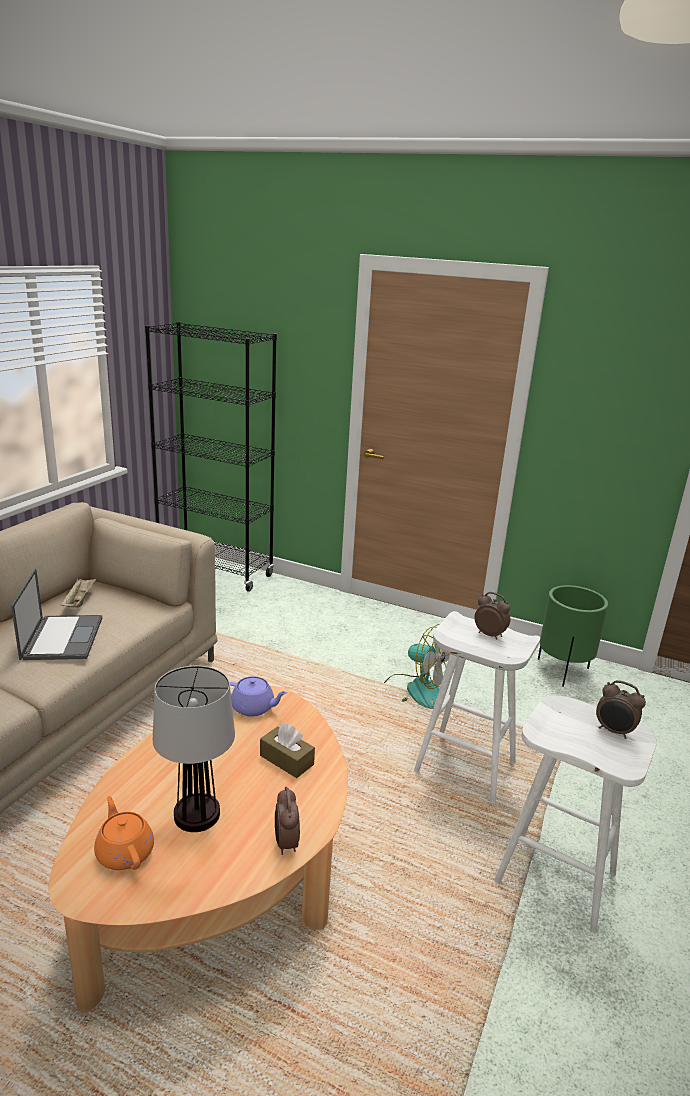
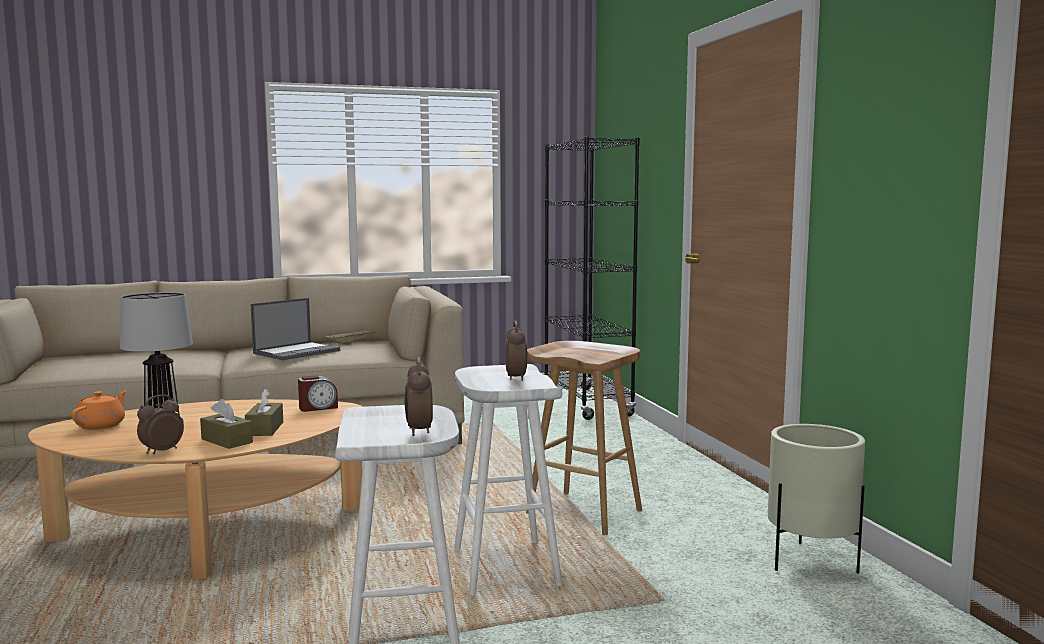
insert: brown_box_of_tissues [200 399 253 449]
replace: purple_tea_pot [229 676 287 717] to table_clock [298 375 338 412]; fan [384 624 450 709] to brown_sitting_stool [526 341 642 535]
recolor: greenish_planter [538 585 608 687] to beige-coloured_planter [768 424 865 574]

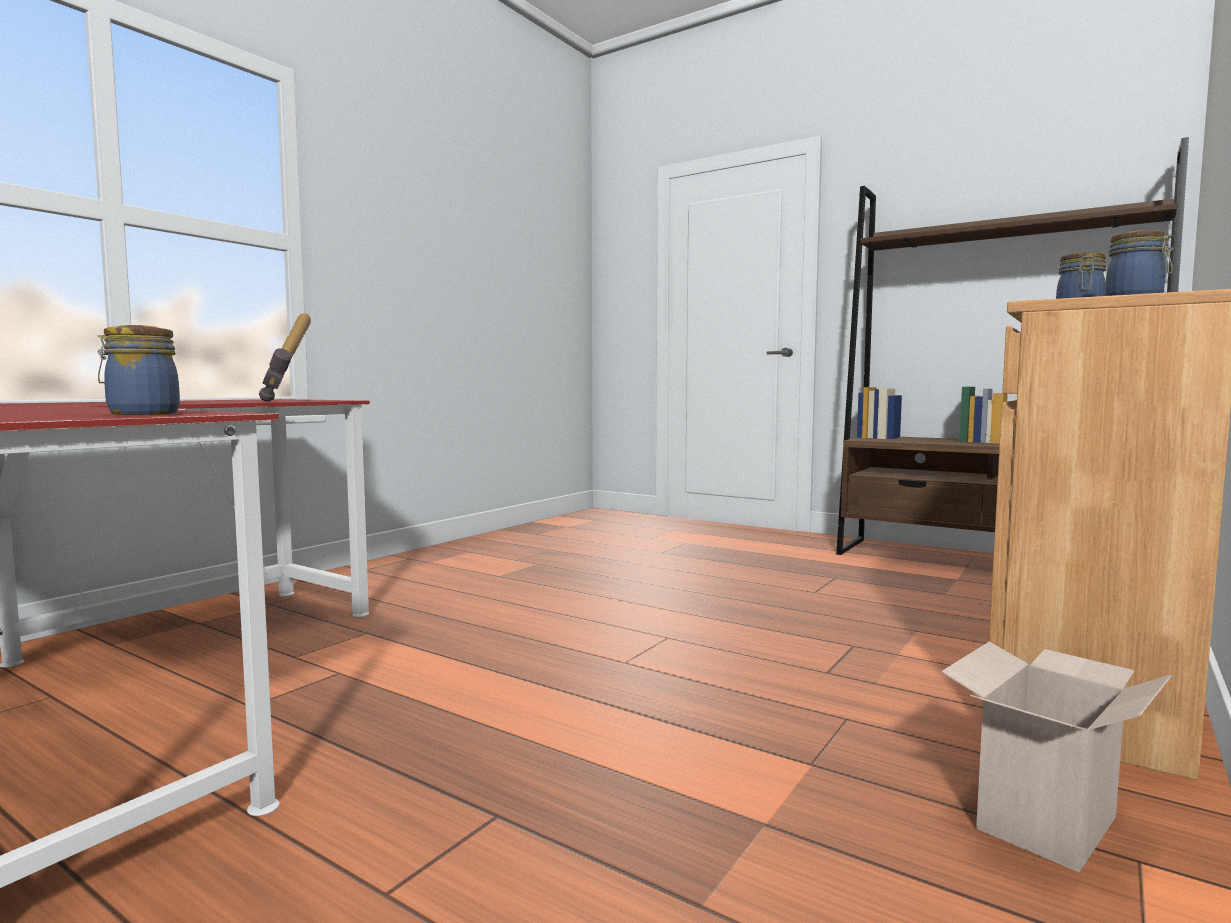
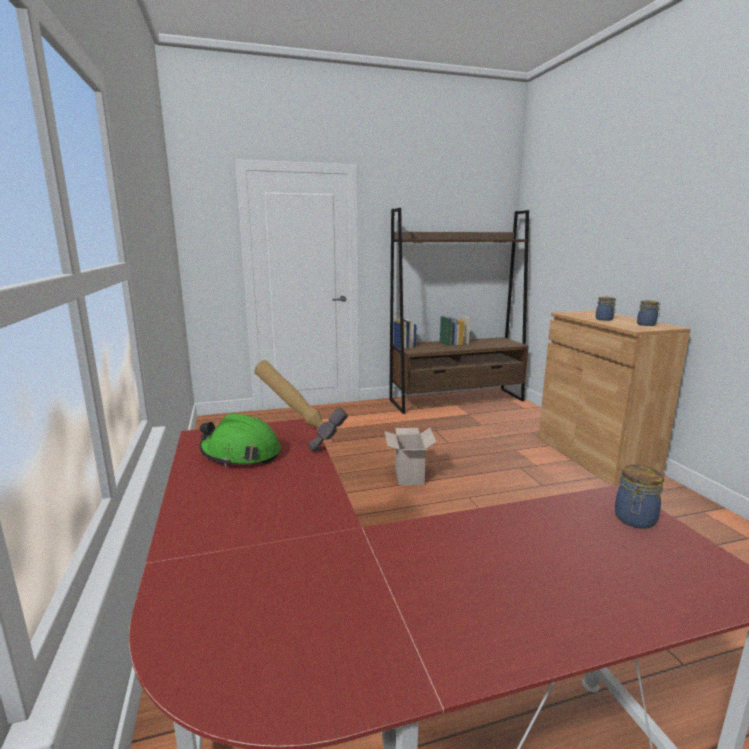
insert: greenish_safety_helmet [199 414 281 466]
move: cardboard_box [941 642 1172 872] to [385 428 436 485]

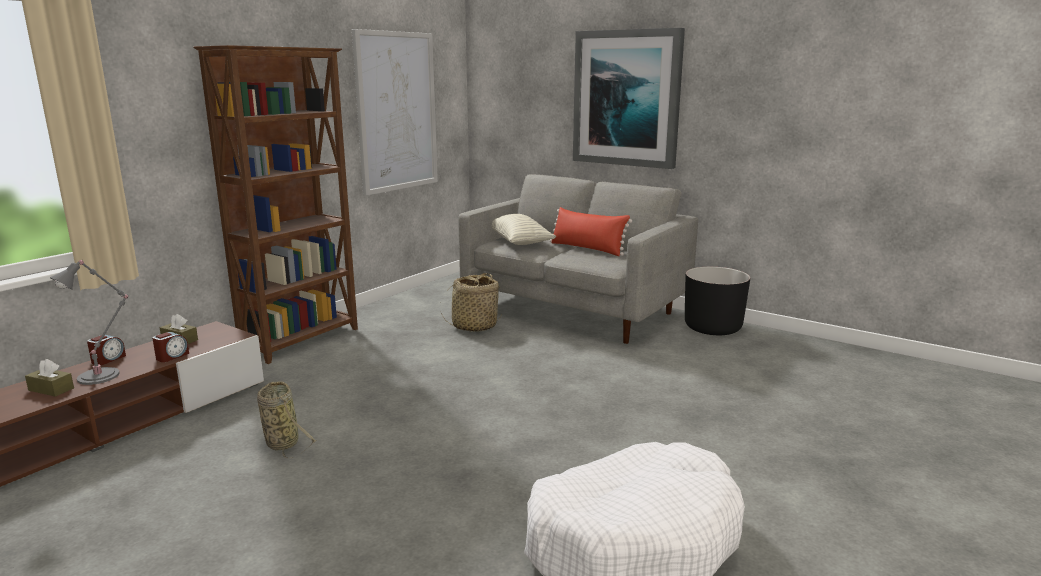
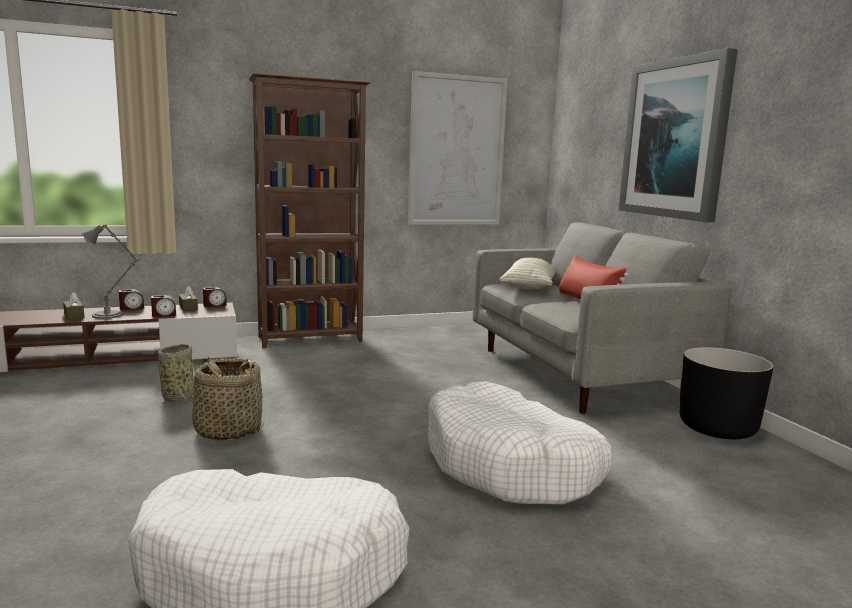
insert: table_clock [203 287 227 307]; whitish_pet_bed [428 381 612 505]
move: basket [440 273 503 332] to [188 357 264 440]

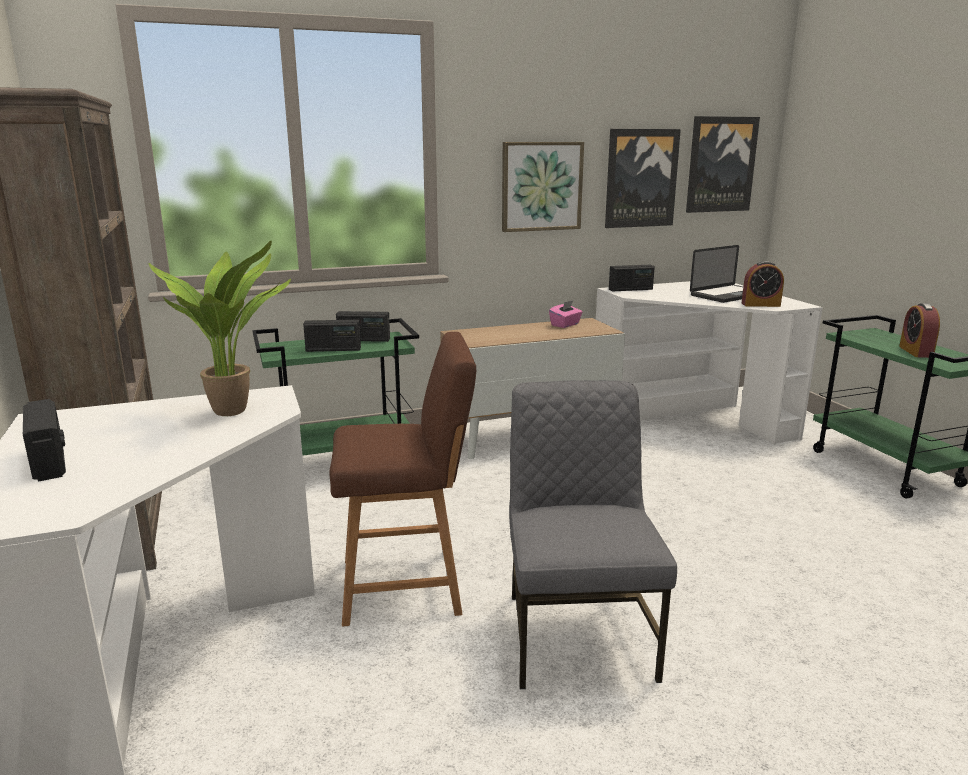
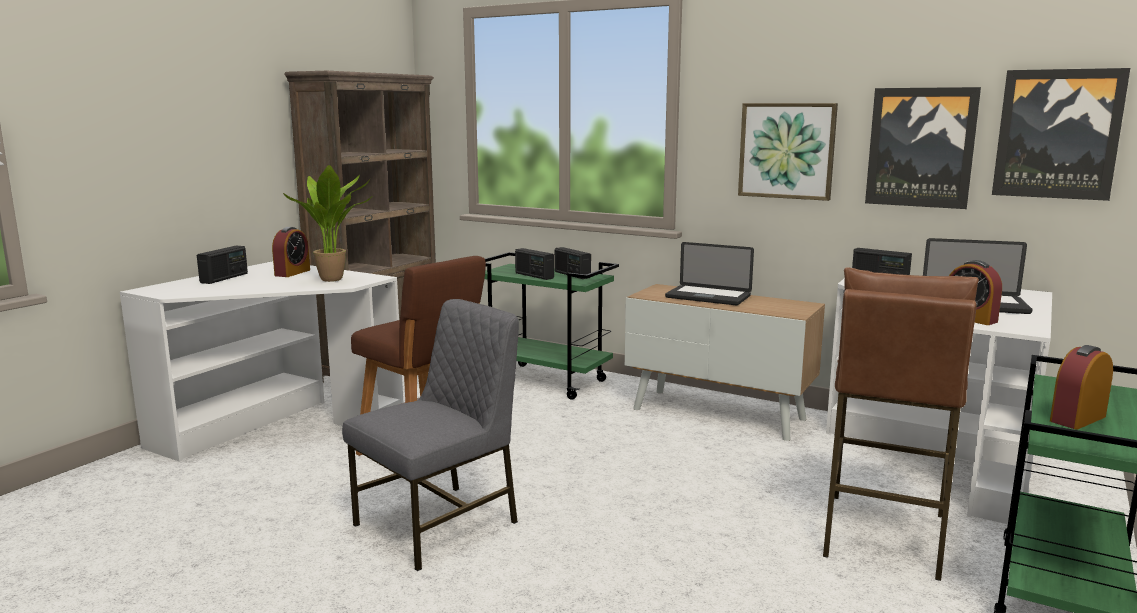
delete: pink_box_of_tissues [549 301 583 328]
insert: table_clock [272 227 310 277]; notebook_computer [665 242 754 305]; brown_sitting_stool [823 267 979 581]

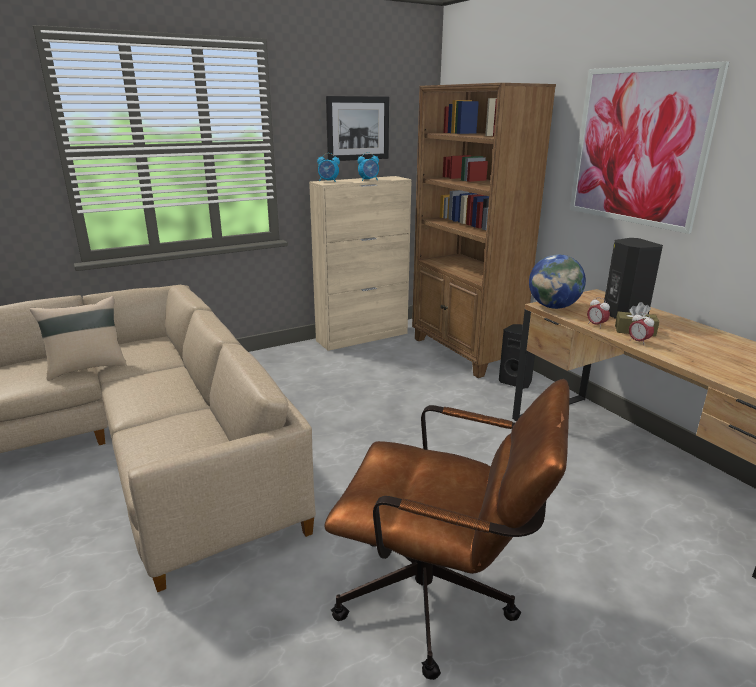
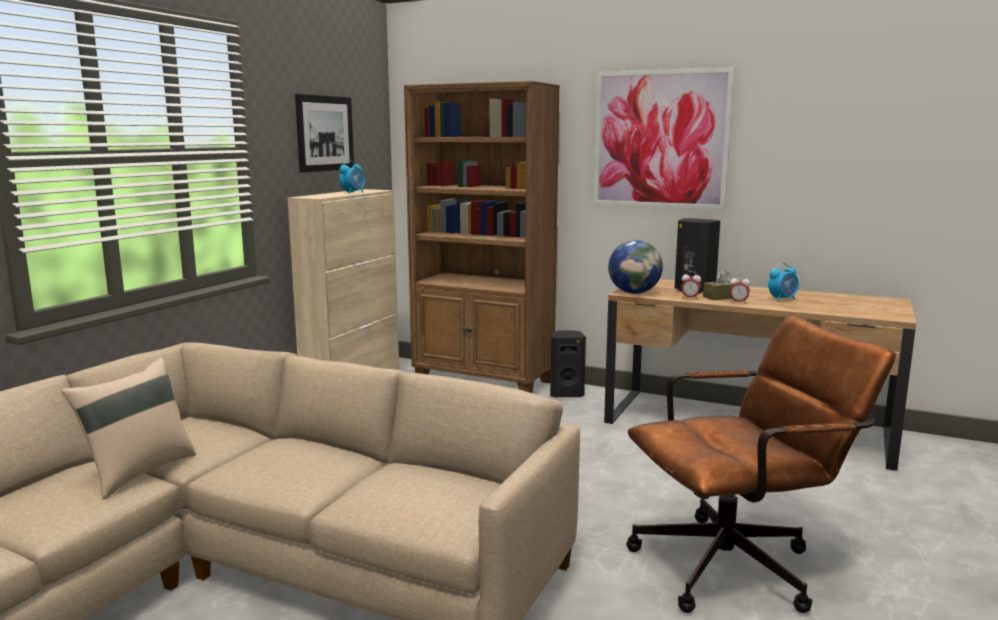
move: table_clock [317 153 340 182] to [768 262 799 301]

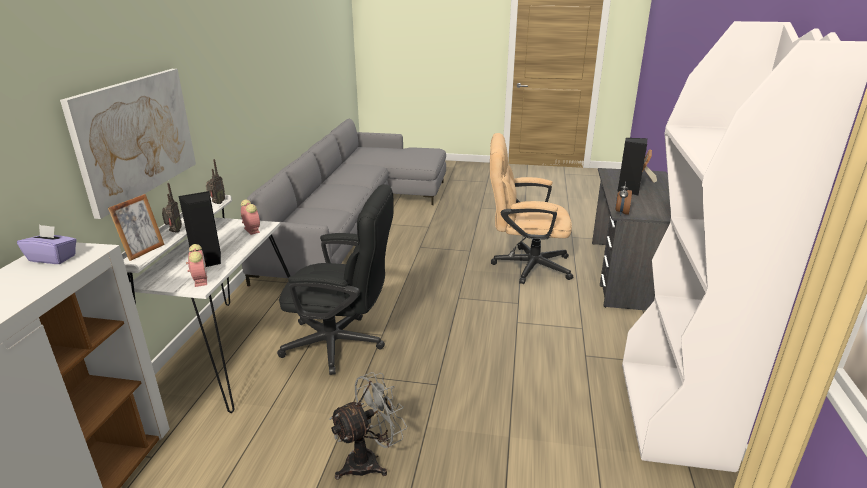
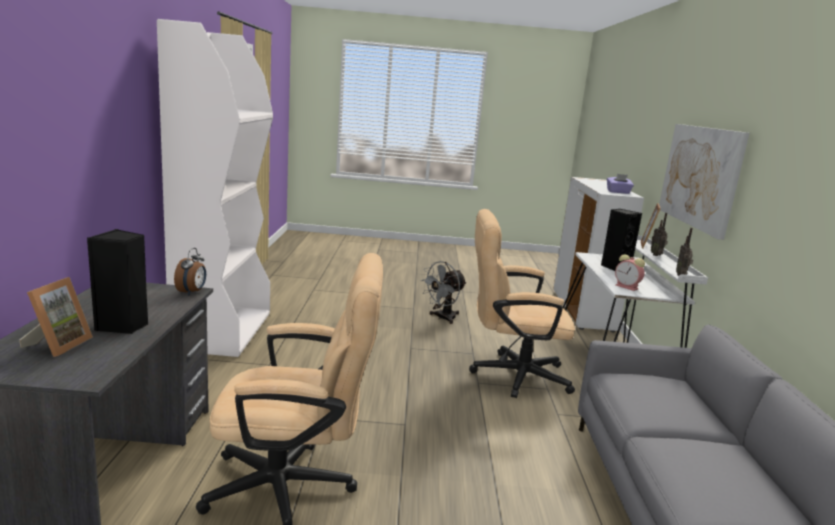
delete: table_clock [186 244 207 287]
recolor: black-coloured_office_chair [277 184 393 375] to beige-coloured_office_chair [469 209 575 398]

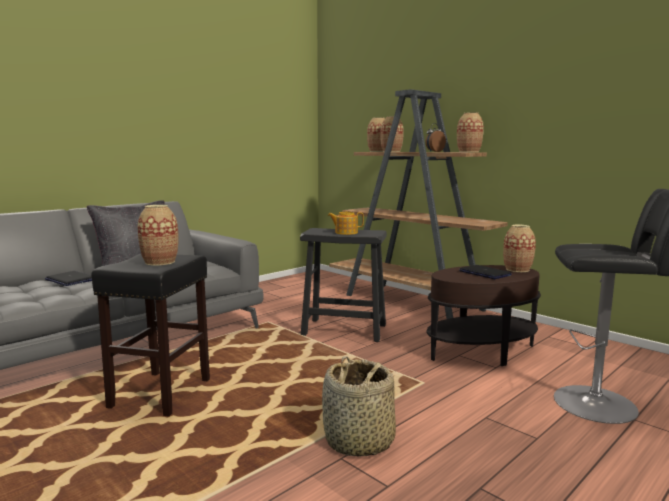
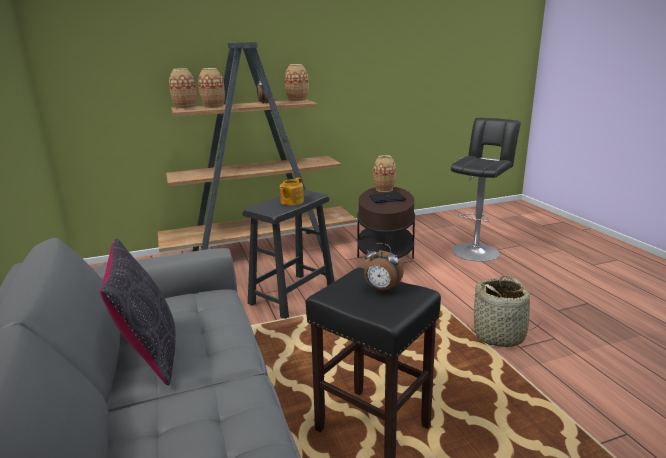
delete: notebook_computer [45 271 92 286]
replace: vase [138 205 178 266] to table_clock [364 243 404 292]

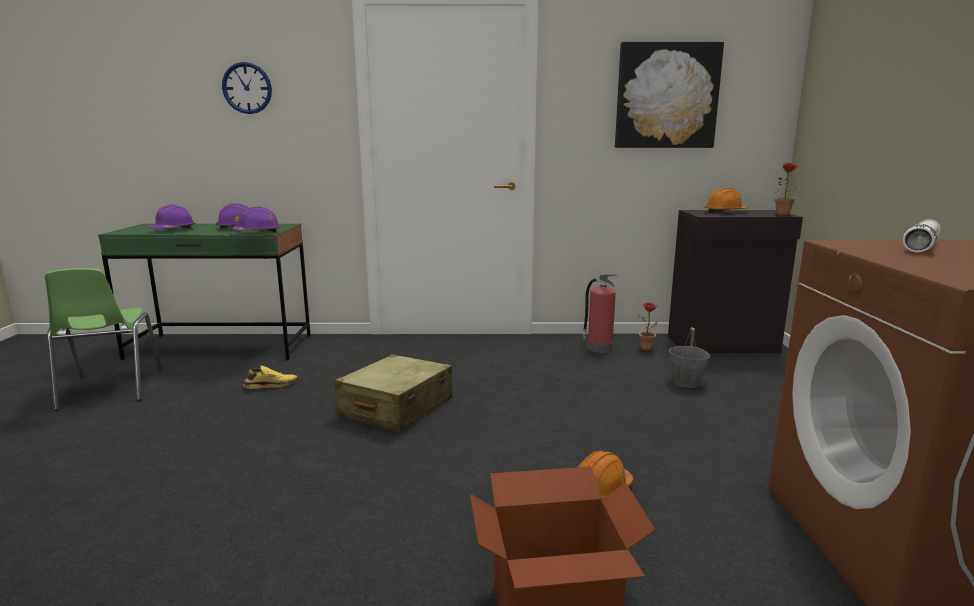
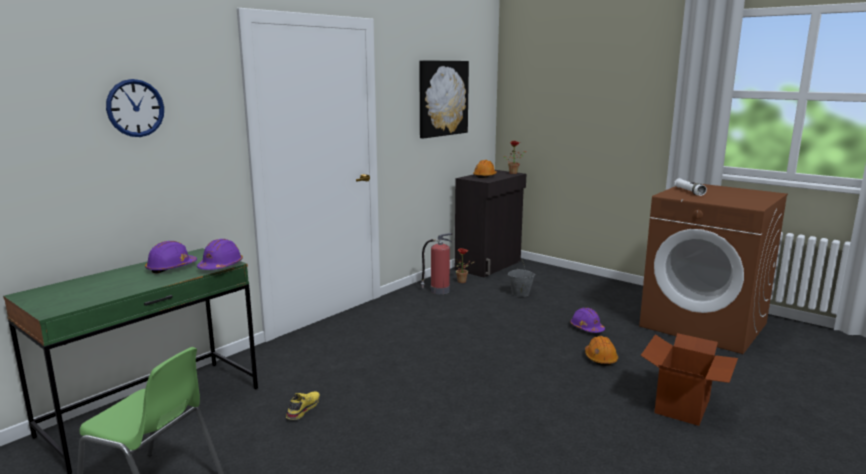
delete: beige-coloured_suitcase [334 354 453 432]
move: purple_safety_helmet [149 205 196 229] to [570 308 605 333]

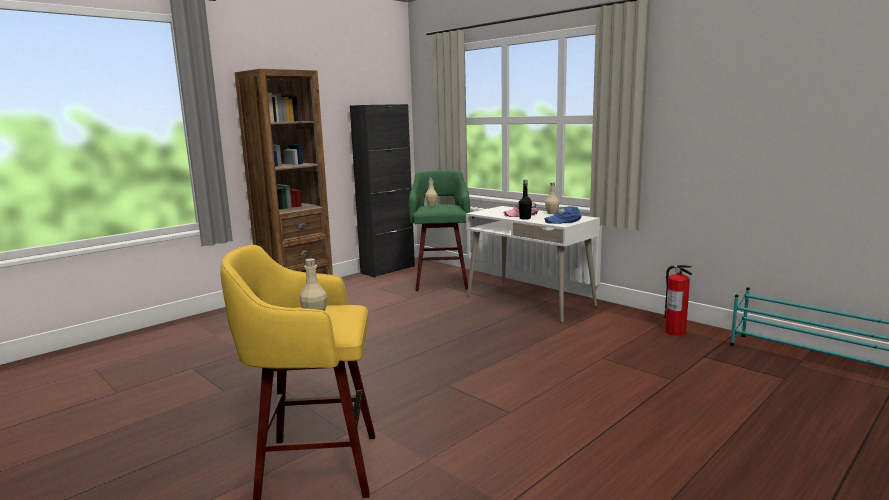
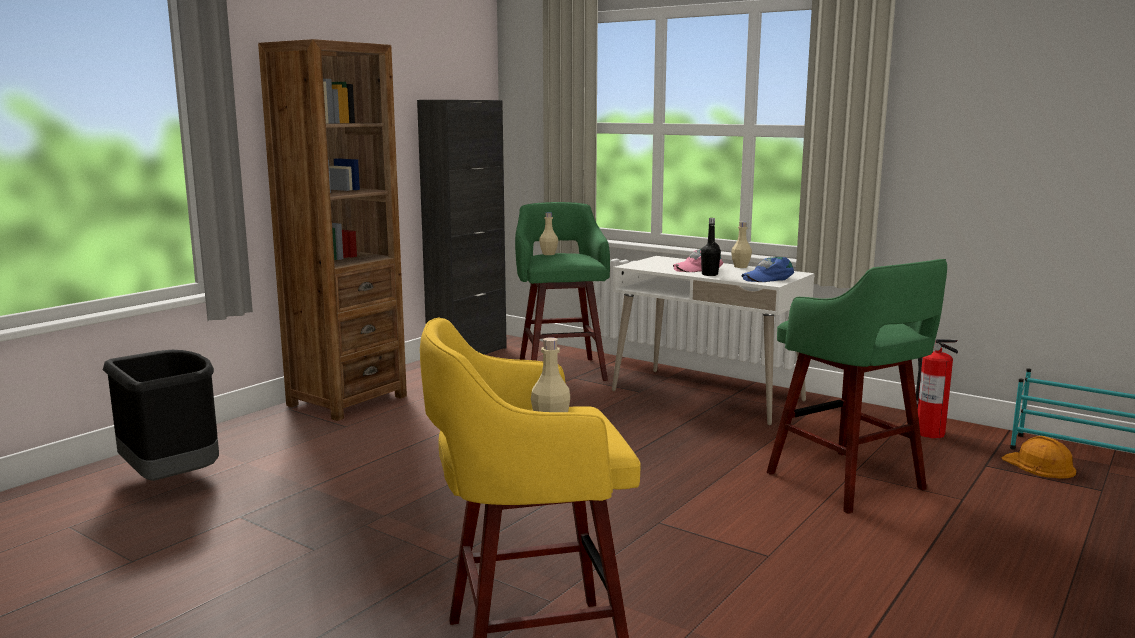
insert: black-coloured_trash_can [103 350 219 481]; greenish_sitting_stool [767 259 947 514]; orange-coloured_safety_helmet [1001 436 1076 479]

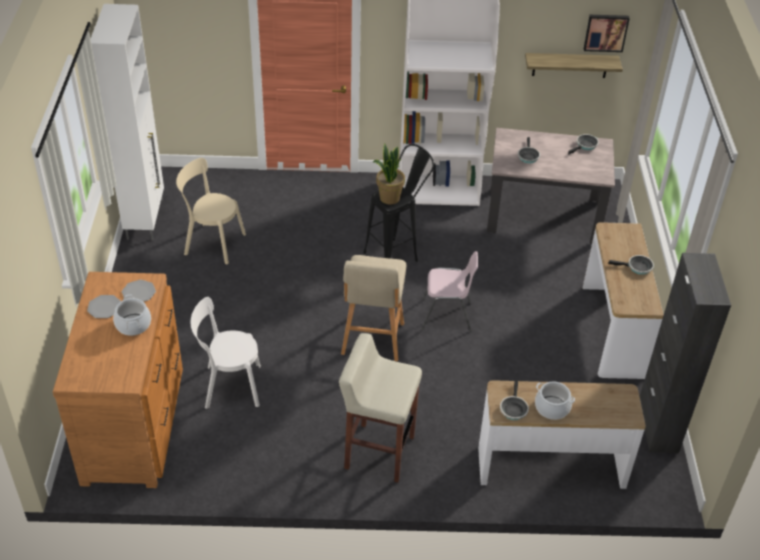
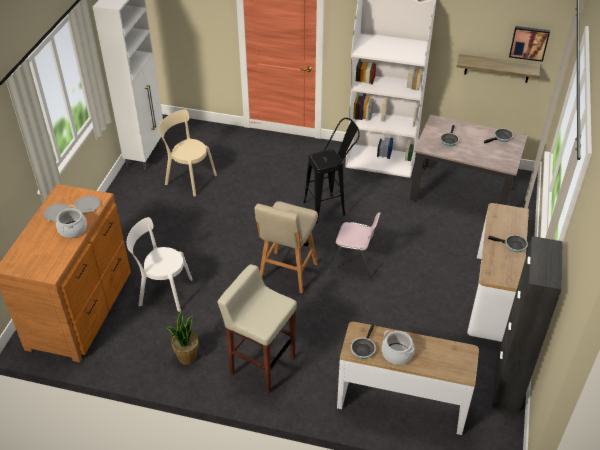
move: houseplant [373 144 405 205] to [166 311 199 365]

